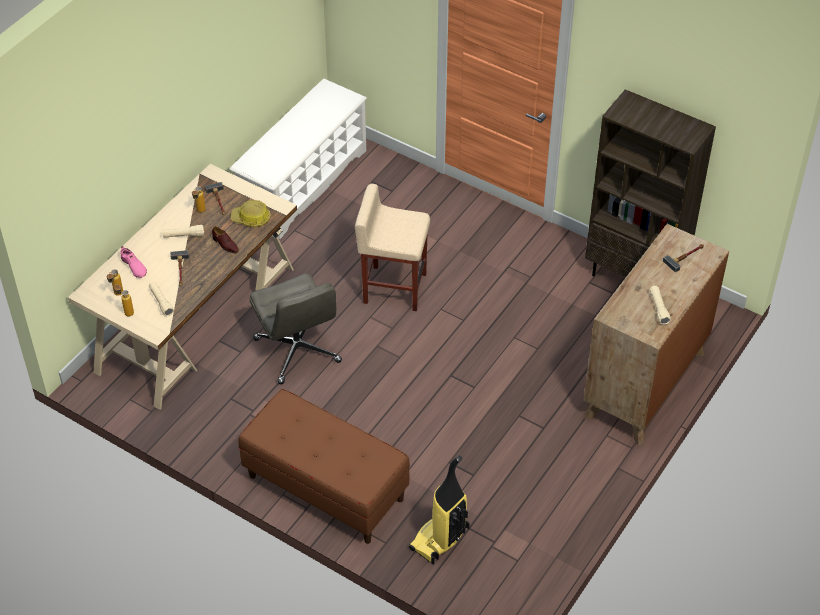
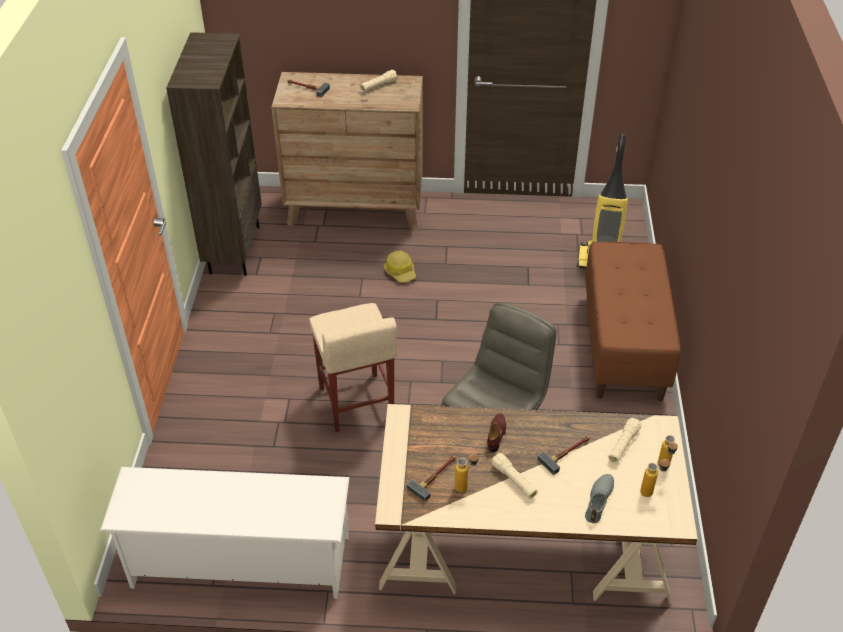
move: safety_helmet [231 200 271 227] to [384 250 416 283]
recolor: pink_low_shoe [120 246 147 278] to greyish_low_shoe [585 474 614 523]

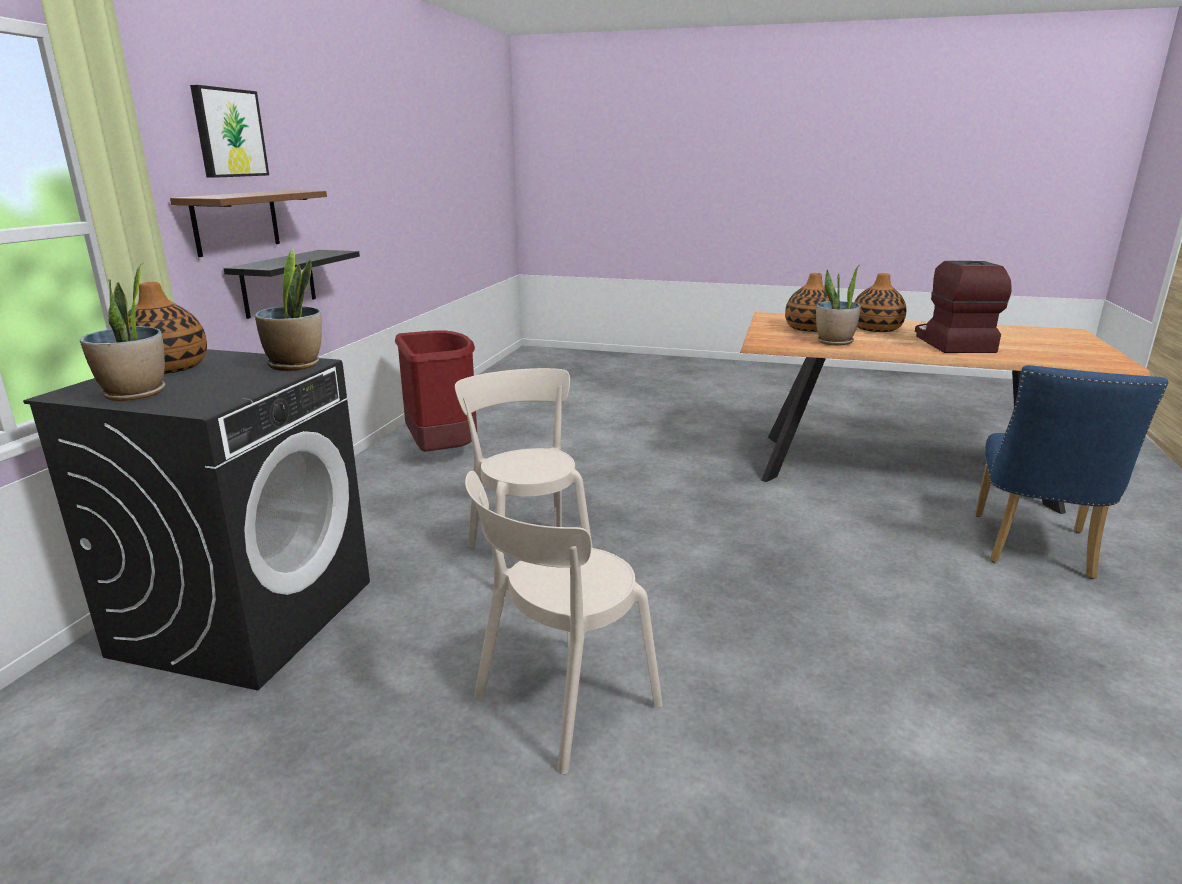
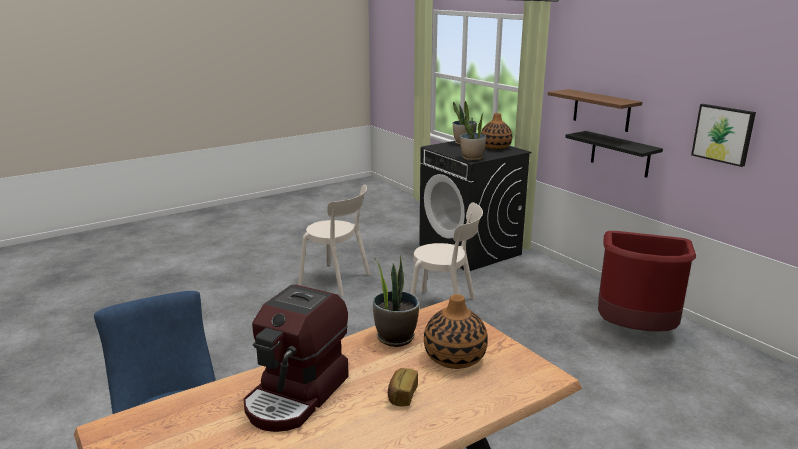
move: wall_picture [190 85 269 178] to [691 104 756 167]
replace: vase [854 273 906 332] to baked_bread [388 368 418 407]
rotate: beige-coloured_plain_chair [465 471 663 775] = [298 184 371 296] 120 degrees clockwise; coffee_maker [915 261 1011 353] = [243 285 349 432] 75 degrees clockwise

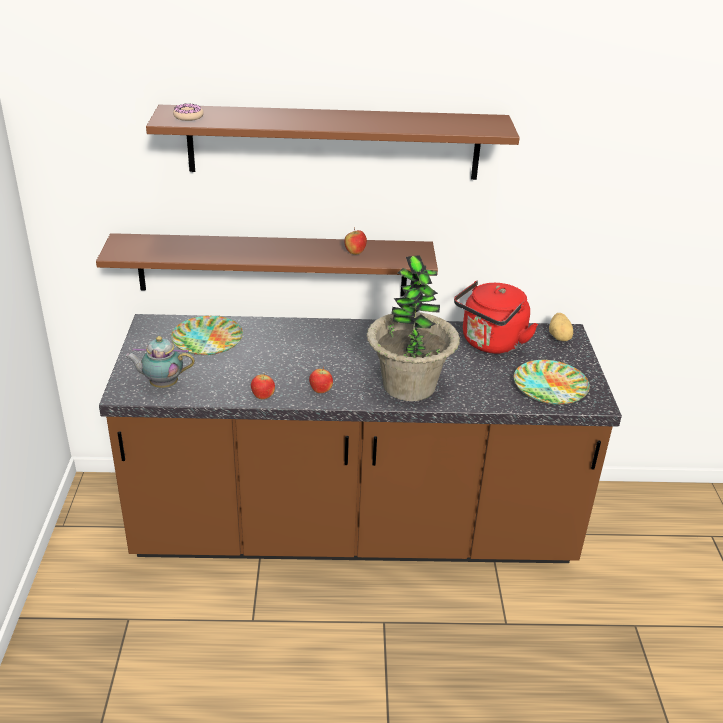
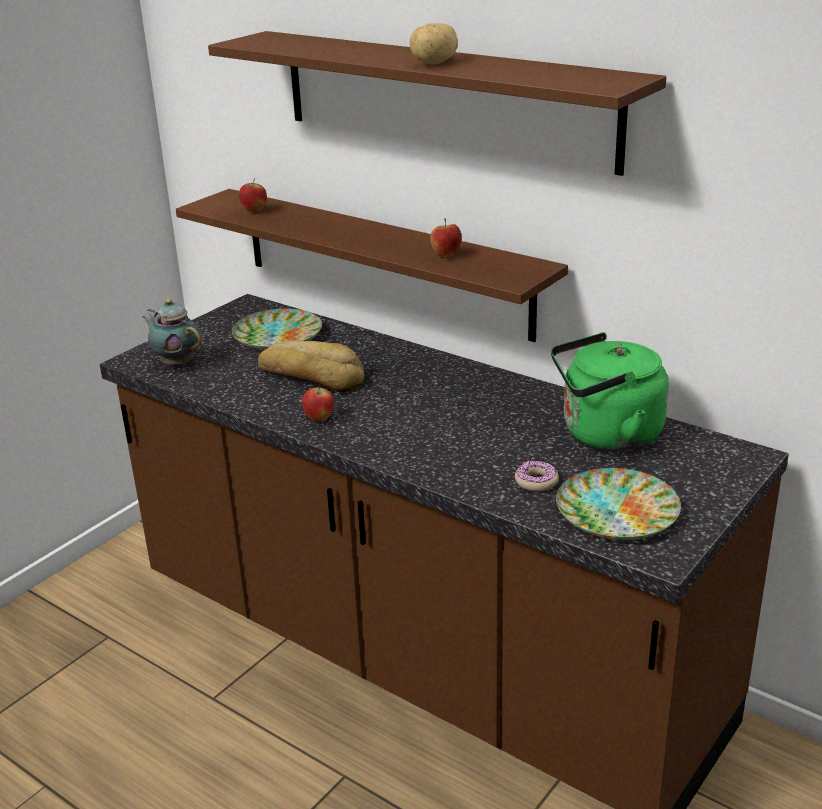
delete: houseplant [367 255 460 401]
insert: baked_bread [258 340 365 392]
move: doughnut [173 103 204 121] to [515 461 559 492]; apple_fruit [251 372 275 399] to [239 178 267 212]; potato [549 313 573 341] to [410 23 458 65]
recolor: red_tea_kettle [454 280 538 354] to greenish_tea_kettle [551 332 669 451]

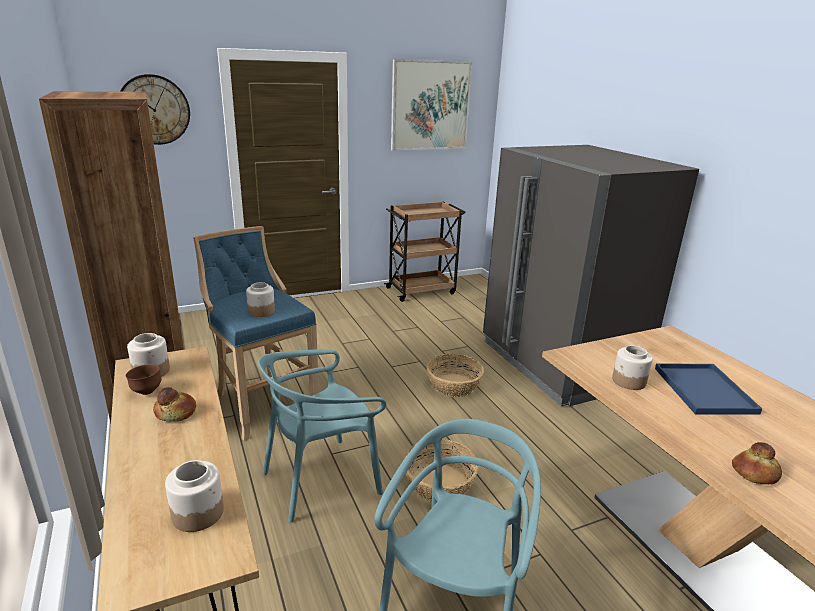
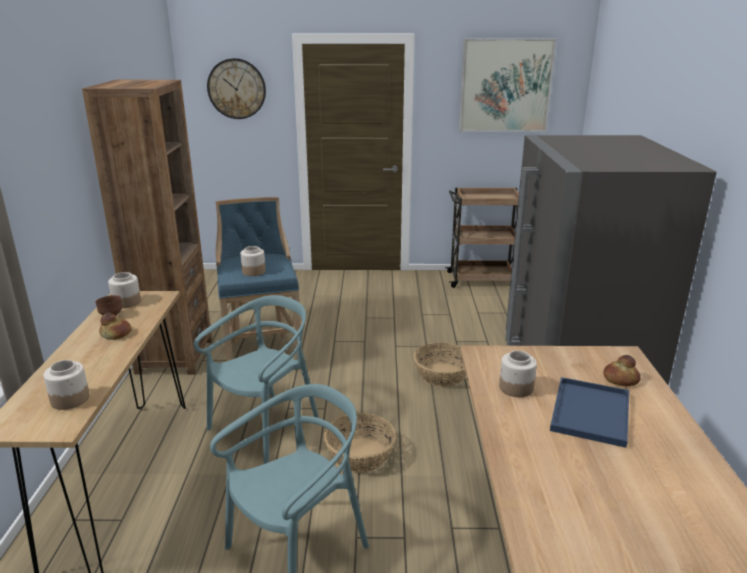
move: baked_bread [732 442 782 484] to [603 355 641 386]
rotate: turquoise-coloured_plain_chair [258 349 387 522] = [194 295 319 464] 135 degrees clockwise

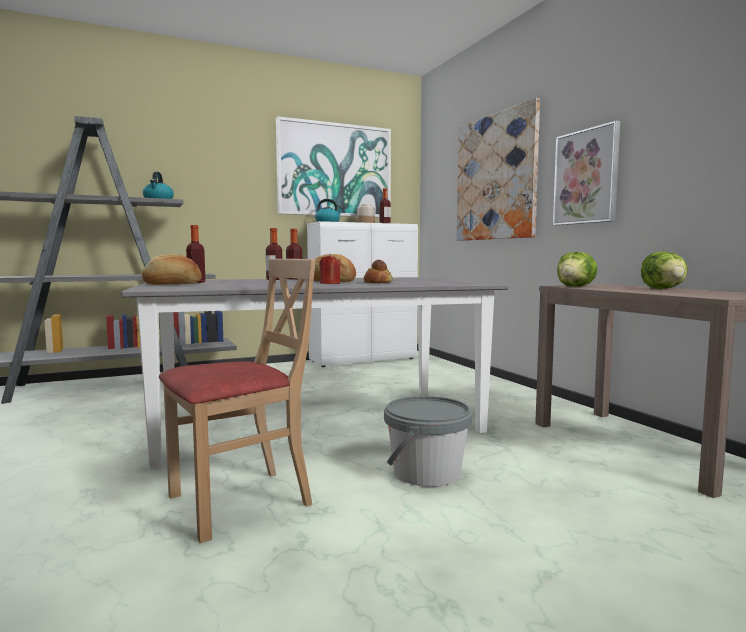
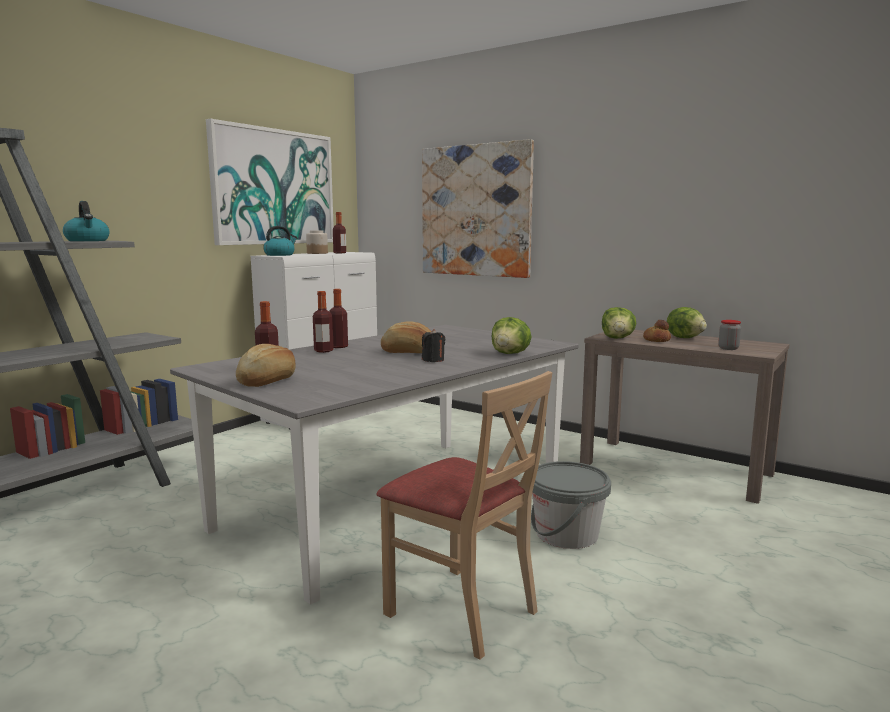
delete: wall_picture [553 121 620 225]
insert: lettuce [492 317 531 354]; storage_jar [718 320 741 350]
move: baked_bread [364 260 393 283] to [643 320 671 342]
recolor: red_wax_light [319 254 340 284] to black-coloured_wax_light [422 329 445 362]
rotate: beige-coloured_plain_chair [159 259 316 543] = [377 371 552 660] 105 degrees clockwise

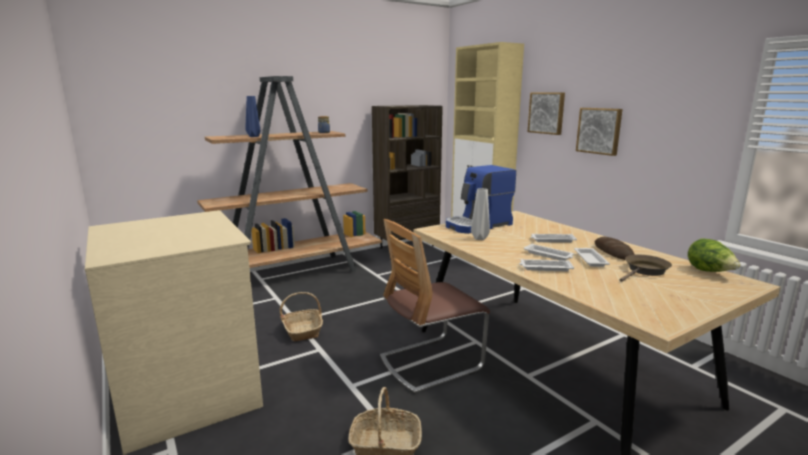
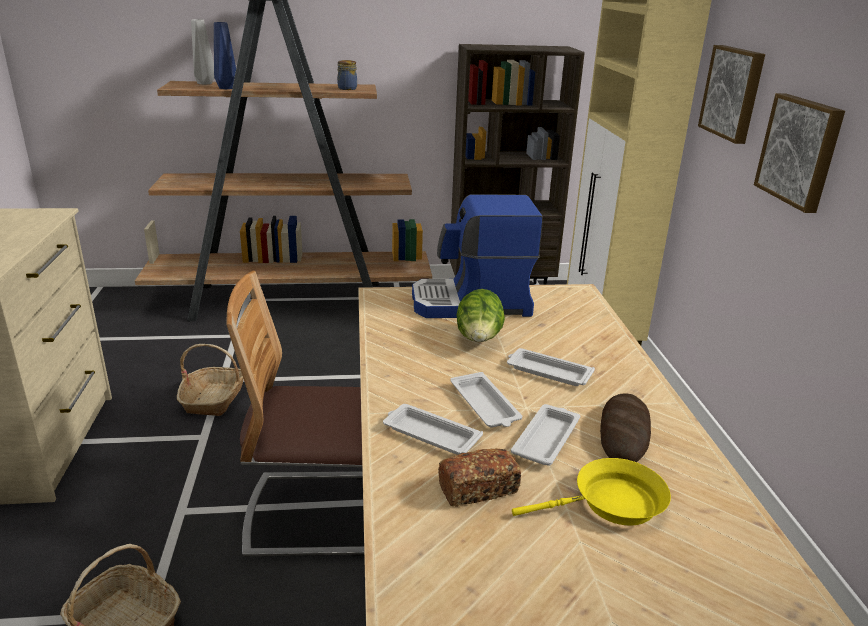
insert: baked_bread [438 448 521 507]
move: greyish_vase [471 188 490 240] to [191 19 214 85]; lettuce [688 238 741 272] to [456 289 505 342]
recolor: brown_skillet [619 255 672 282] to yellow-coloured_skillet [512 458 671 525]

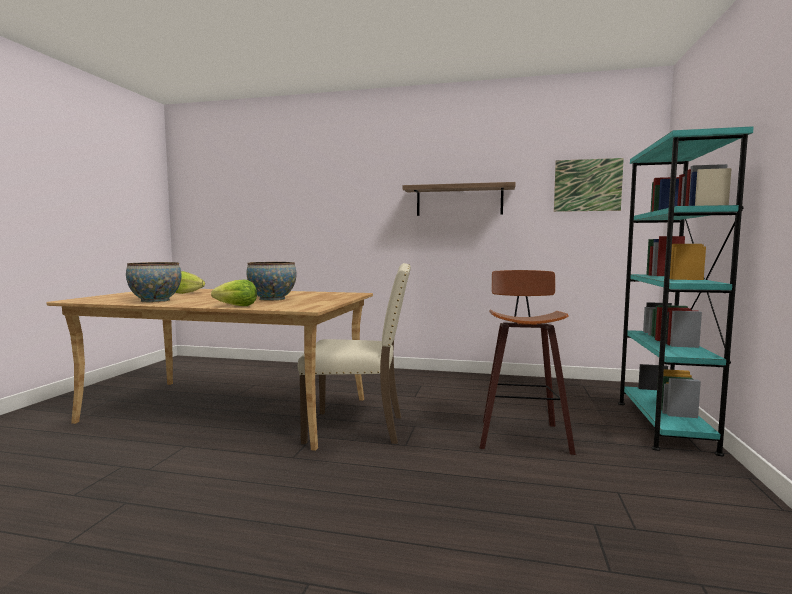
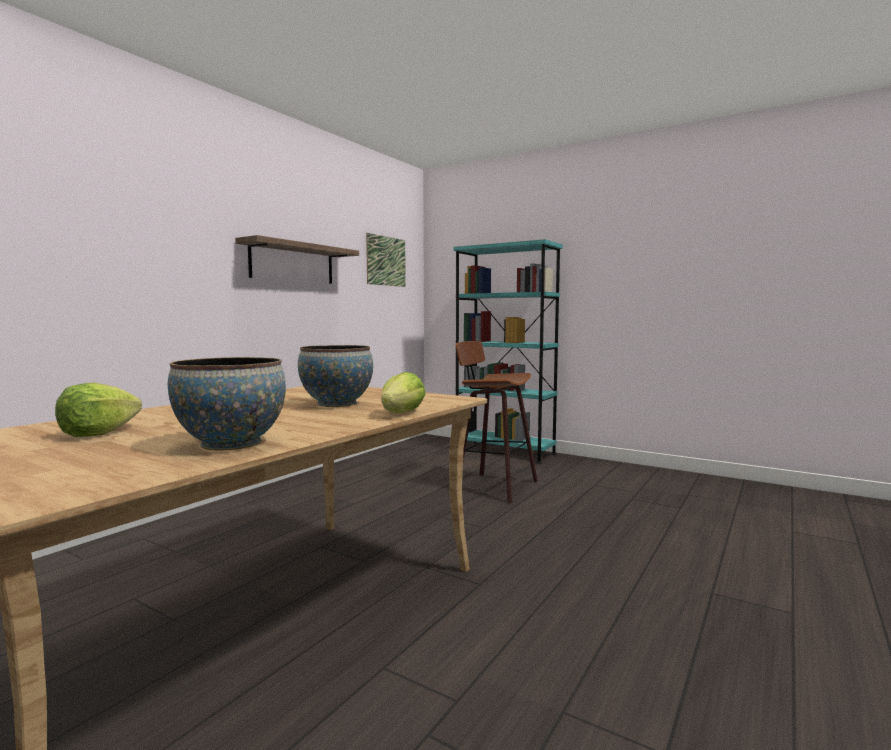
delete: beige-coloured_plain_chair [298 263 411 444]

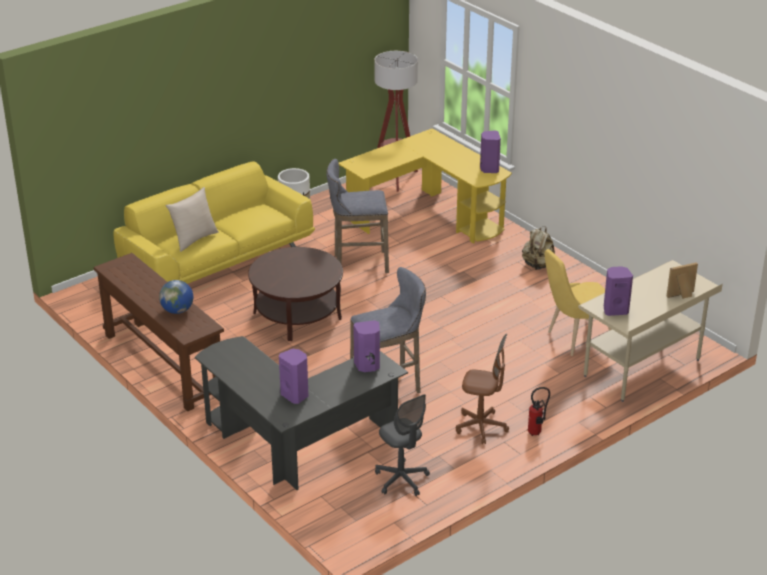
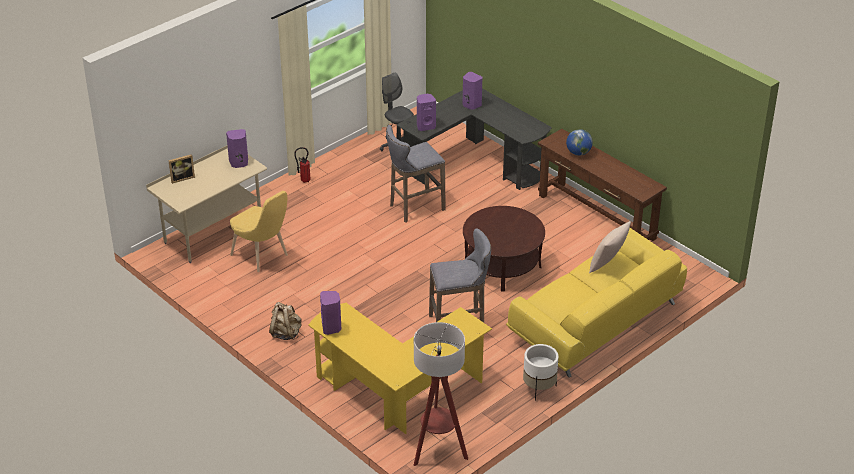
delete: brown_office_chair [456 334 509 444]
rotate: yellow-coloured_plain_chair [545 249 612 356] = [230 191 288 272] 75 degrees clockwise

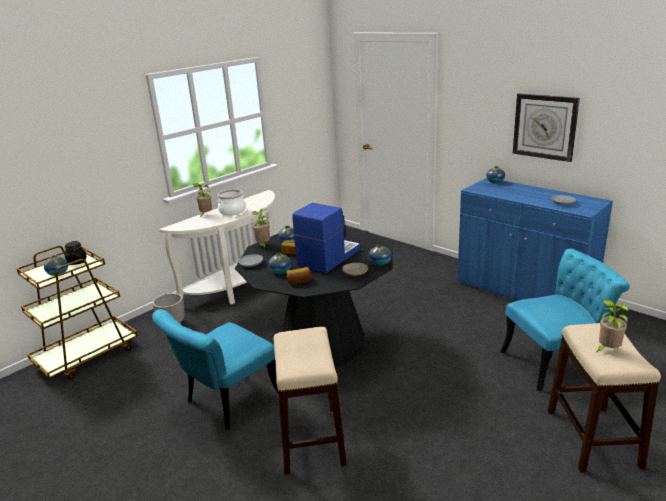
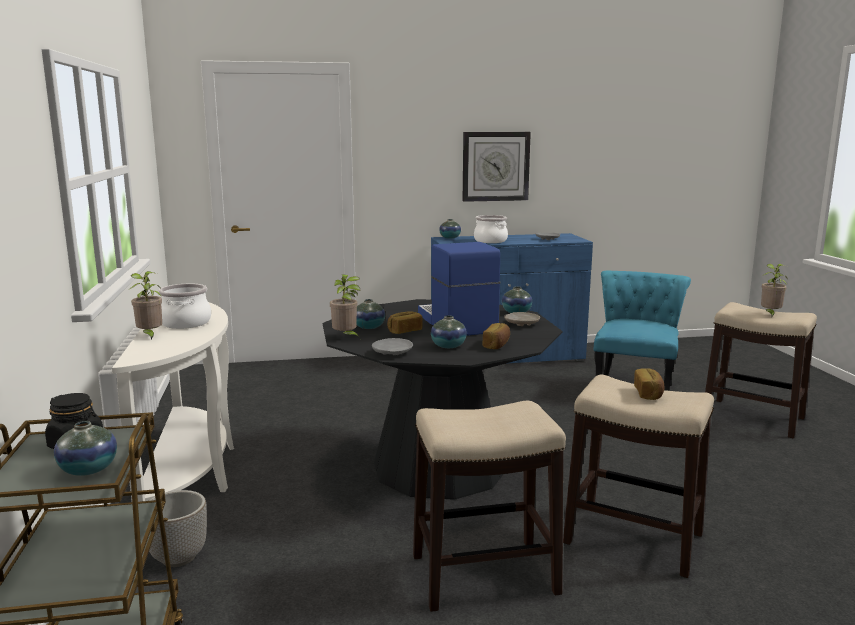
insert: saucepot [474 215 508 243]; baked_bread [634 368 665 400]
replace: turquoise-coloured_plain_chair [152 309 279 429] to sitting_stool [413 401 566 612]

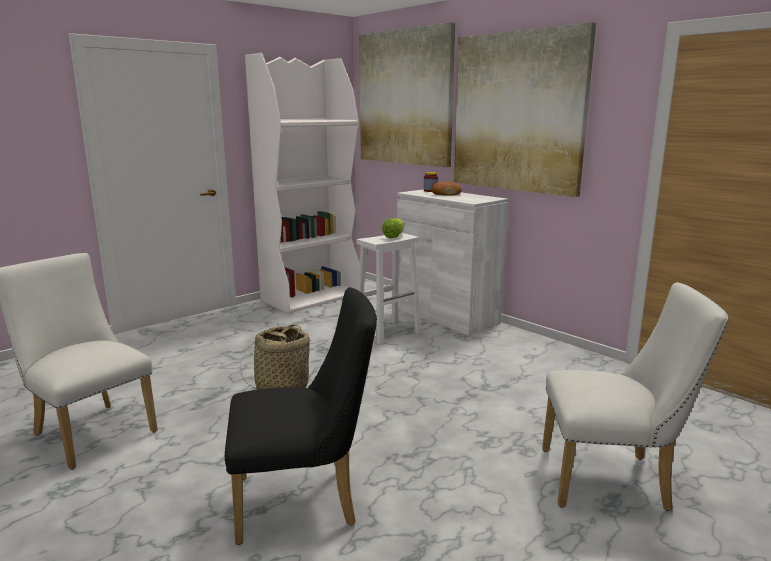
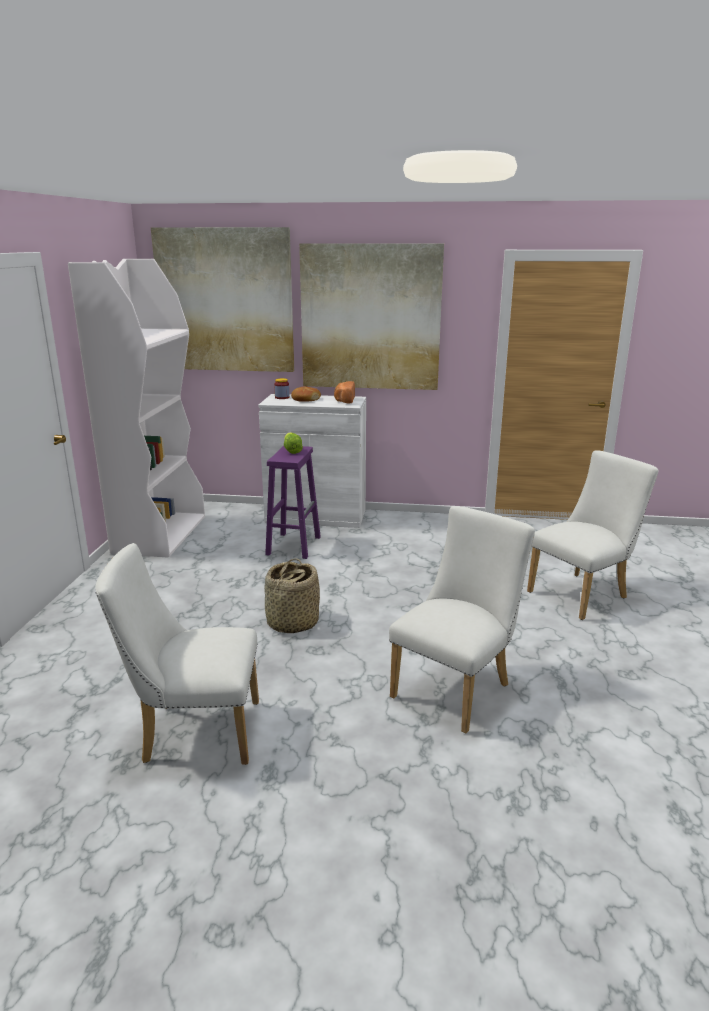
insert: baked_bread [334 381 355 404]
recolor: black-coloured_plain_chair [225 288 377 545] to whitish_plain_chair [389 506 535 733]; whitish_sitting_stool [357 233 421 345] to purple_sitting_stool [265 446 321 559]

